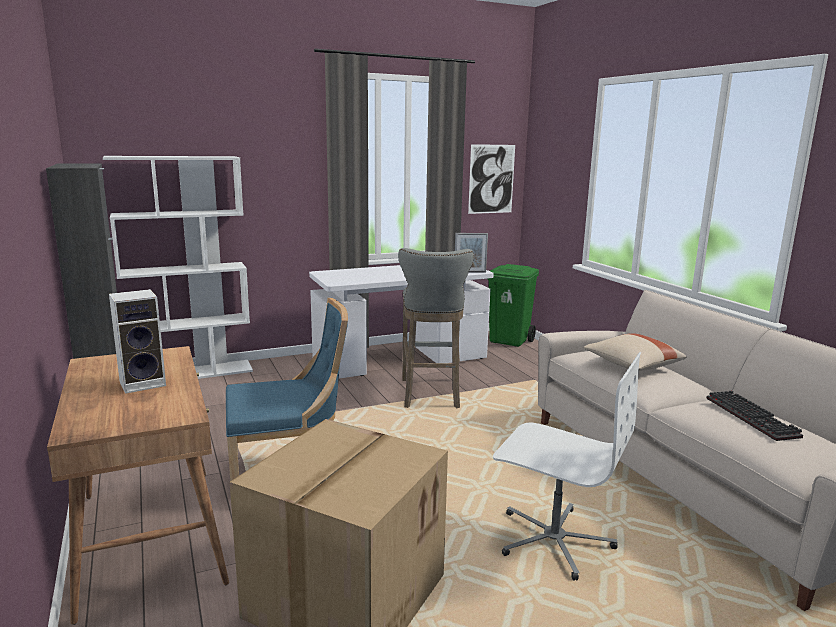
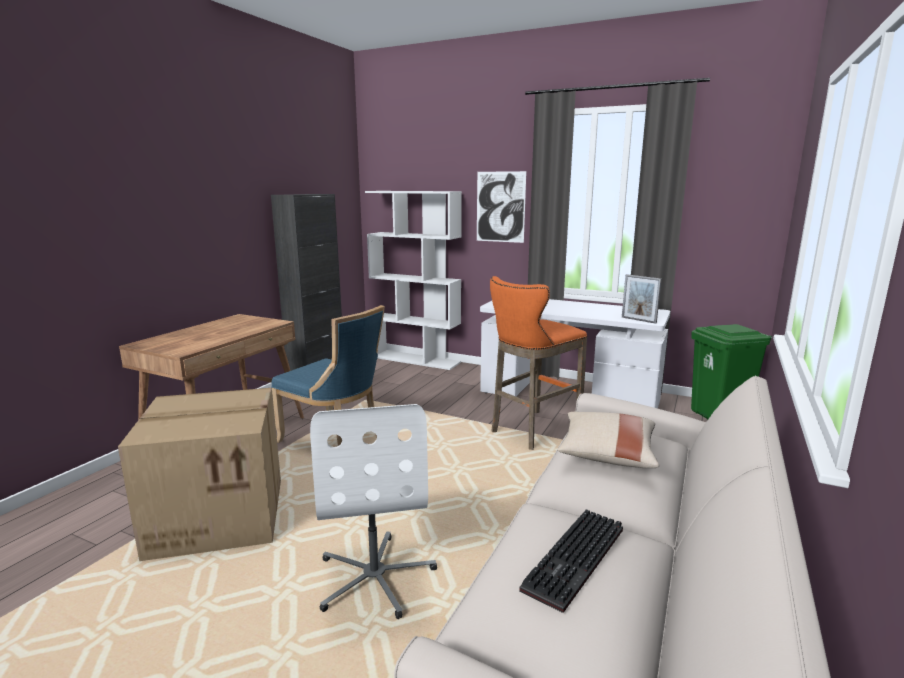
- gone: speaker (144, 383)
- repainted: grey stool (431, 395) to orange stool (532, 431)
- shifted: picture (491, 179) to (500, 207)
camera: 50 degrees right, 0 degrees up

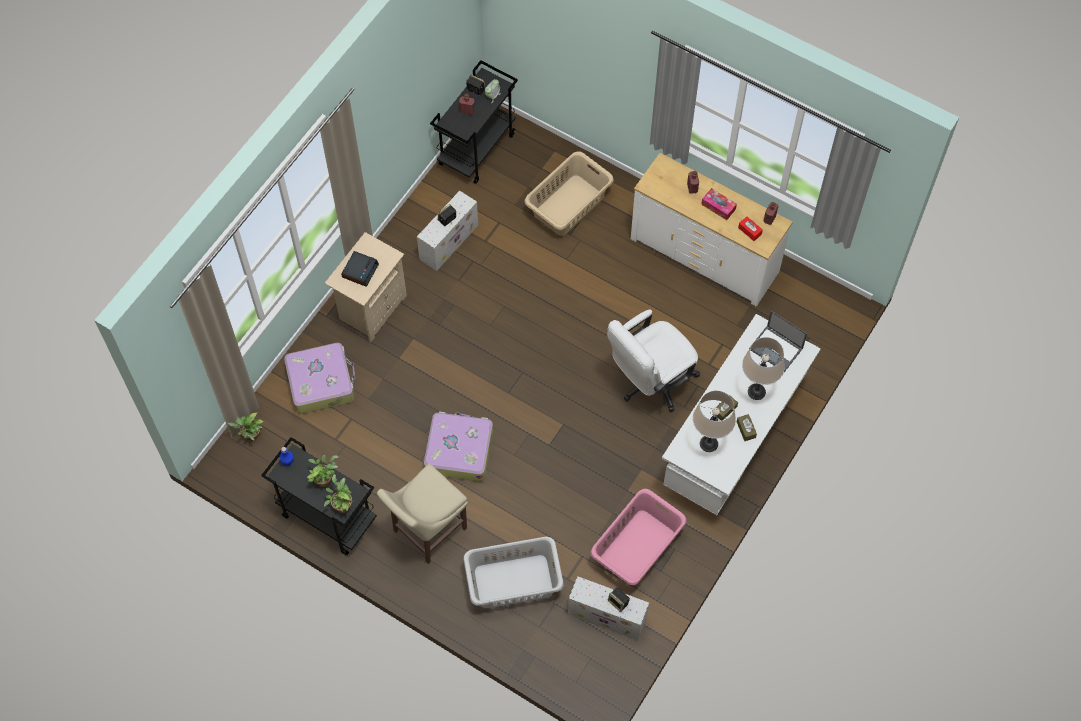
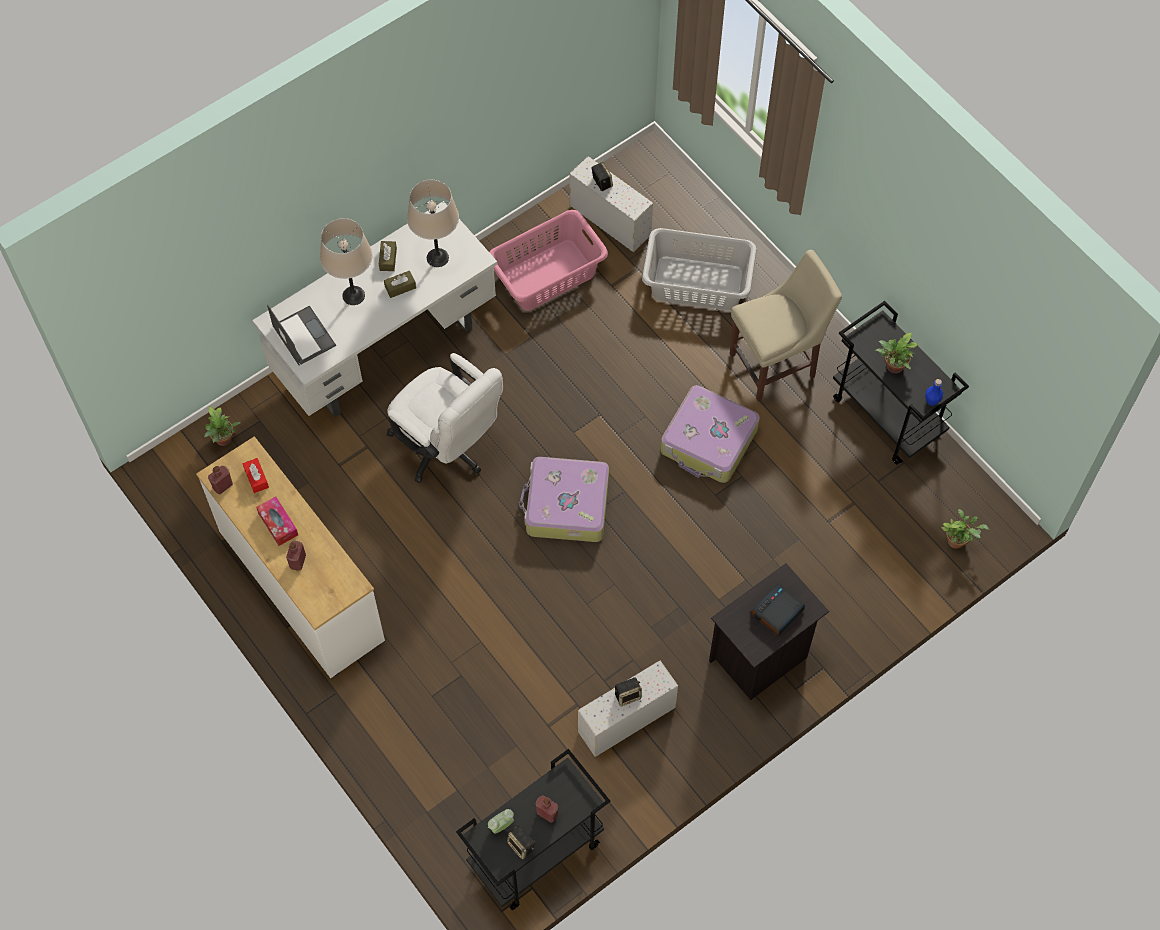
- shifted: suitcase (321, 382) to (566, 506)
- shifted: potted plant (341, 505) to (224, 441)
- repainted: beige nightstand (371, 308) to black nightstand (760, 658)
- gone: beige laundry basket (568, 205)
- rotated: white office chair (650, 382) = (448, 448) 60 degrees clockwise
camera: 160 degrees left, 0 degrees up

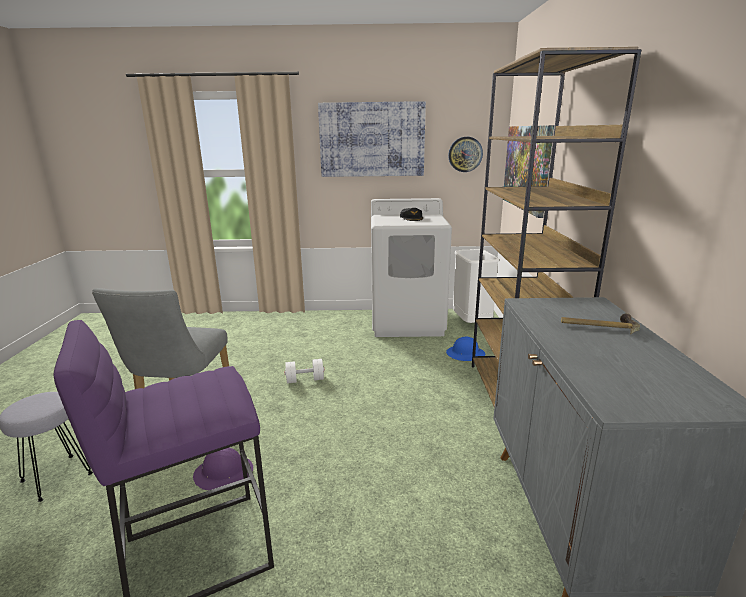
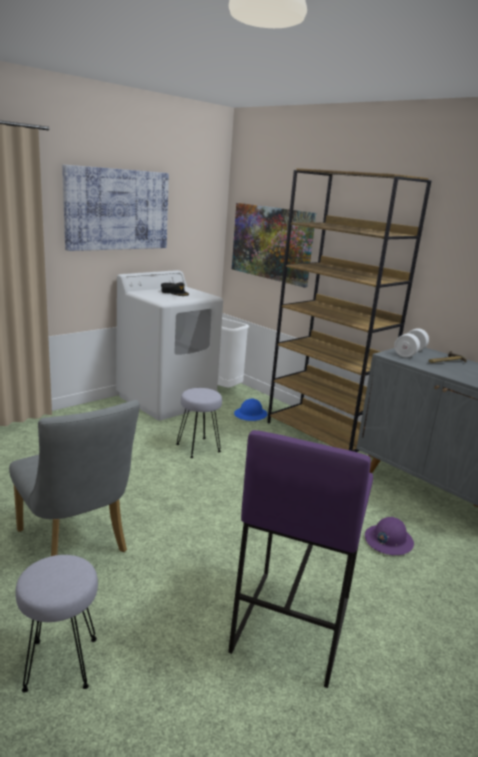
- shifted: purple hard hat (223, 473) to (388, 541)
- shifted: white dumbbell (305, 380) to (409, 353)
- gone: wall clock (465, 154)
- new: grey stool (199, 448)
camera: 45 degrees left, 0 degrees up

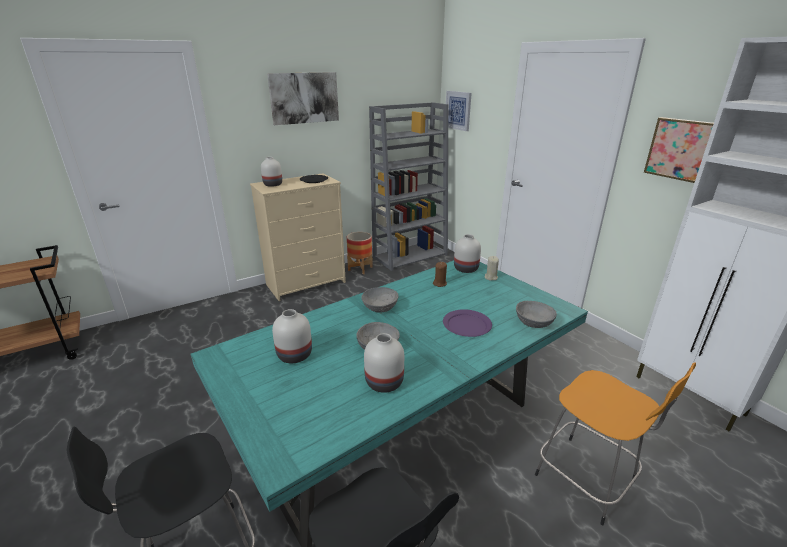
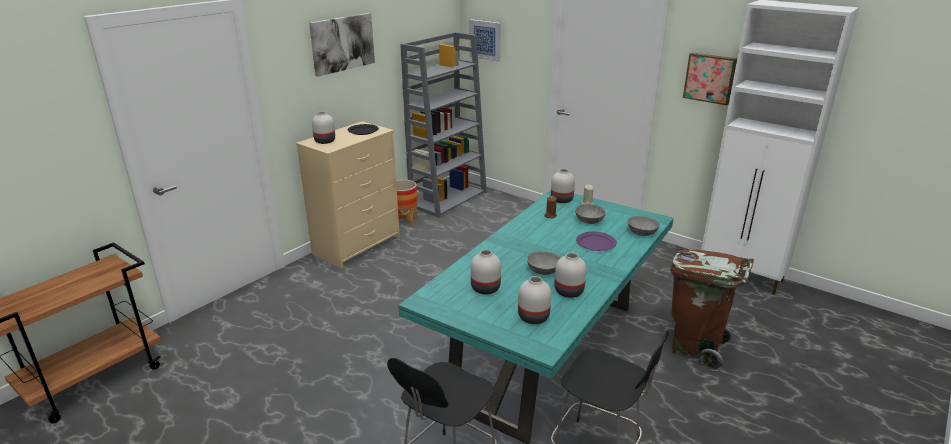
- shifted: grey bowl (380, 307) to (589, 220)
- swapped: orange stool (588, 480) to brown trash can (696, 348)
- new: white vase (534, 317)
camera: 20 degrees left, 0 degrees up

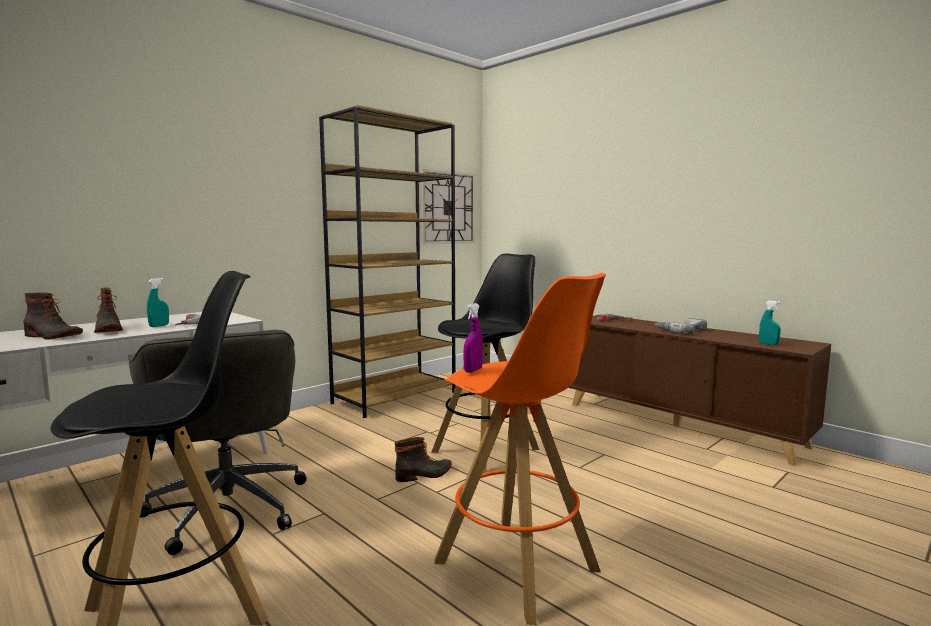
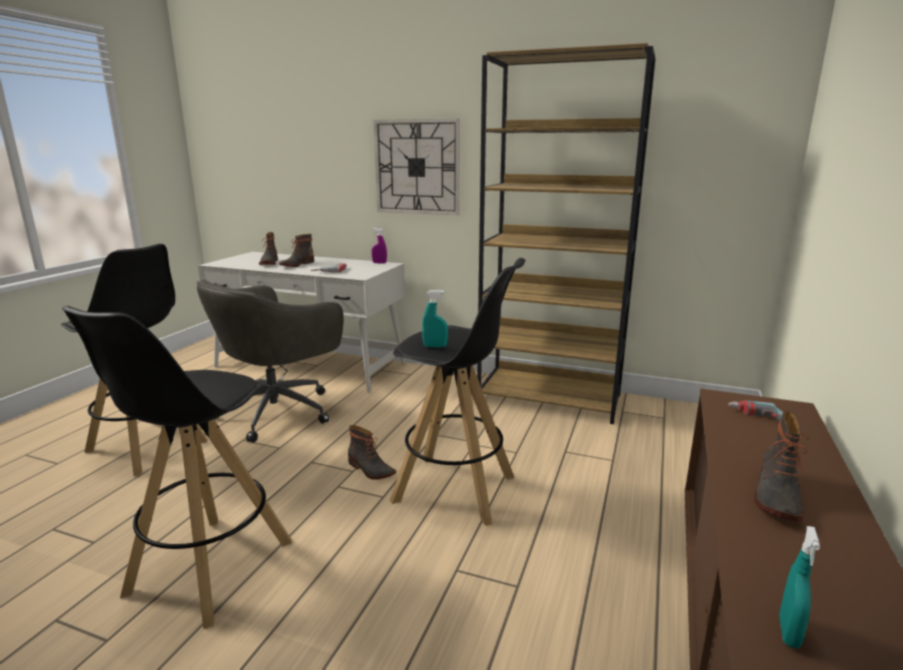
- shifted: turquoise spray bottle (159, 326) to (435, 346)
- shifted: wall clock (448, 208) to (417, 167)
- repainted: orange stool (518, 567) to black stool (209, 568)
- shifted: purple spray bottle (473, 370) to (379, 263)
- swapped: power drill (680, 330) to boot (775, 495)
camera: 65 degrees right, 10 degrees up

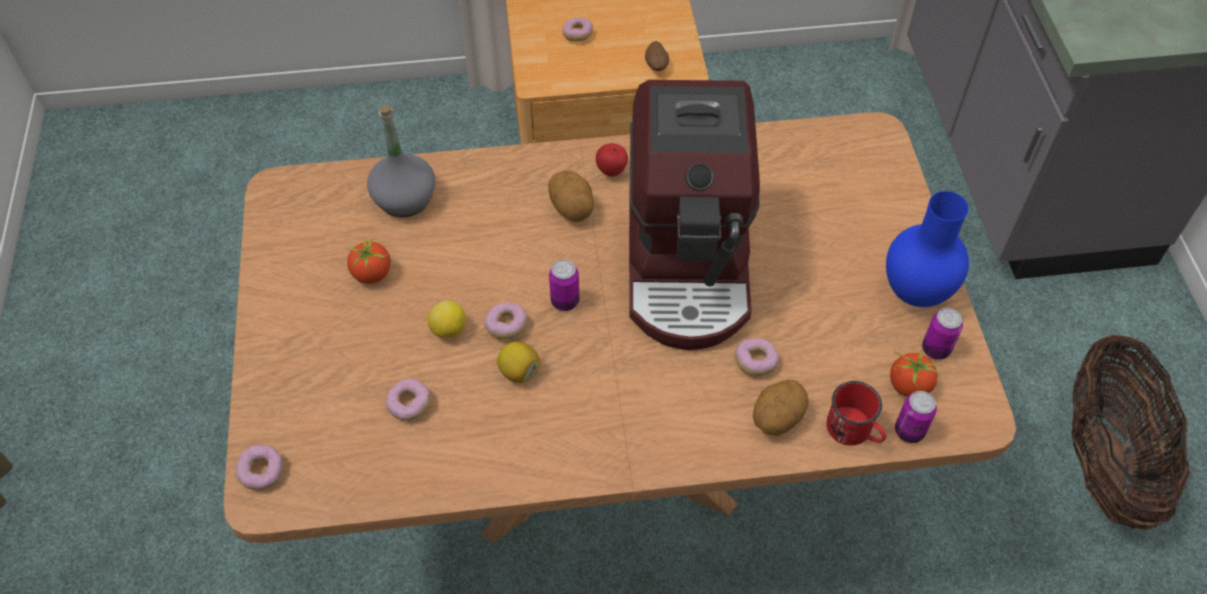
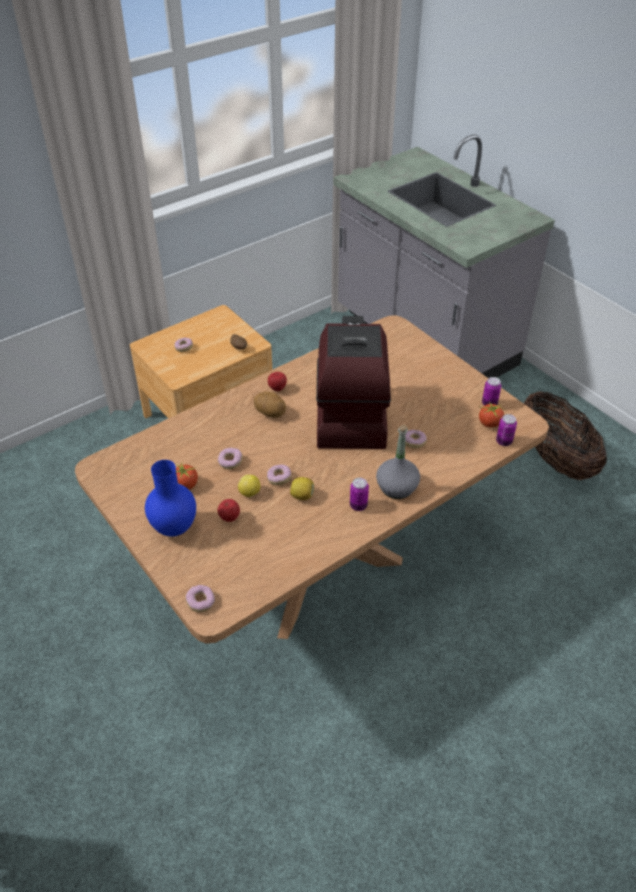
- shifted: grey bottle (404, 198) to (397, 487)
- shifted: donut (409, 405) to (230, 462)
- shifted: can (565, 301) to (358, 506)
- rotated: coffee machine (689, 264) = (349, 414) 150 degrees counterclockwise
- gone: potato (777, 418)
- gone: red mug (854, 431)
- shifted: blue vase (914, 291) to (173, 528)
- new: apple (229, 518)
camera: 30 degrees left, 10 degrees down

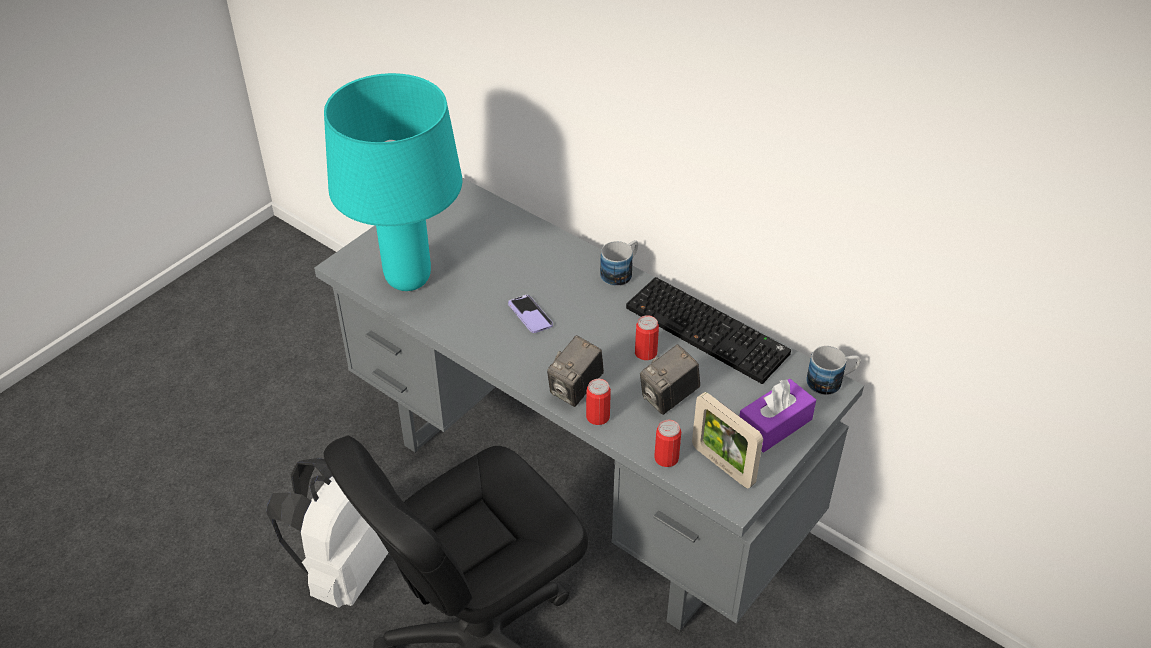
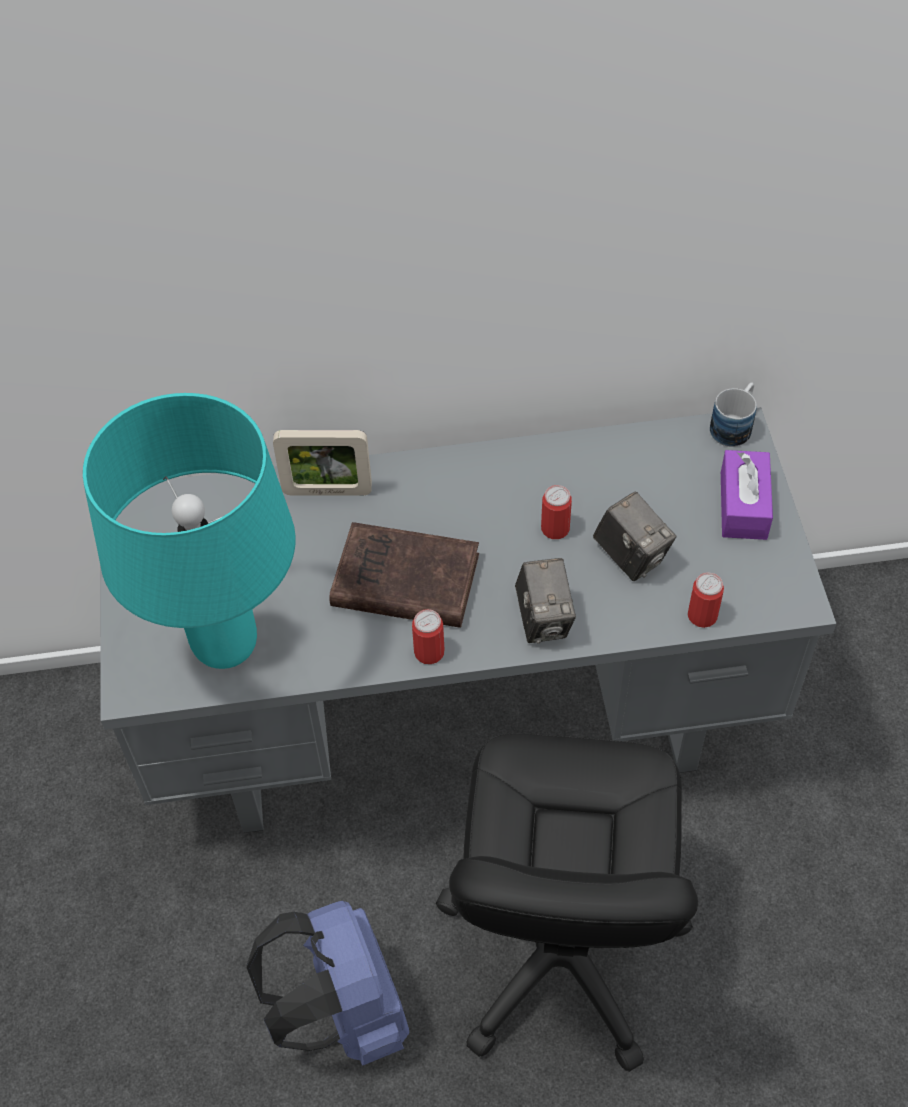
- repainted: white backpack (342, 570) to blue backpack (343, 1012)
- swapped: phone (530, 315) to brown book (401, 580)
- shifted: can (598, 417) to (429, 652)
- gone: mug (621, 272)
- gone: keyboard (709, 330)
- rotated: photo camera (669, 398) = (631, 556) 45 degrees counterclockwise
- shifted: picture frame (722, 465) to (327, 491)
camera: 45 degrees left, 10 degrees up

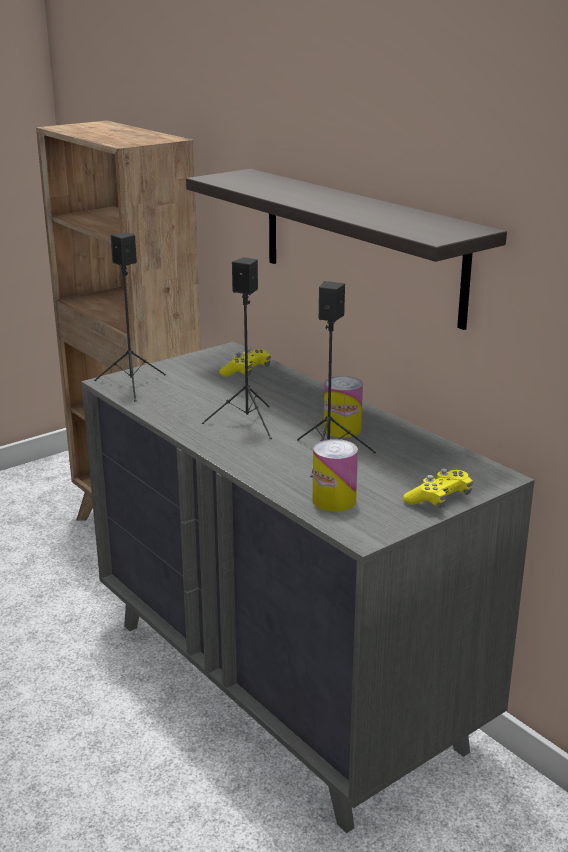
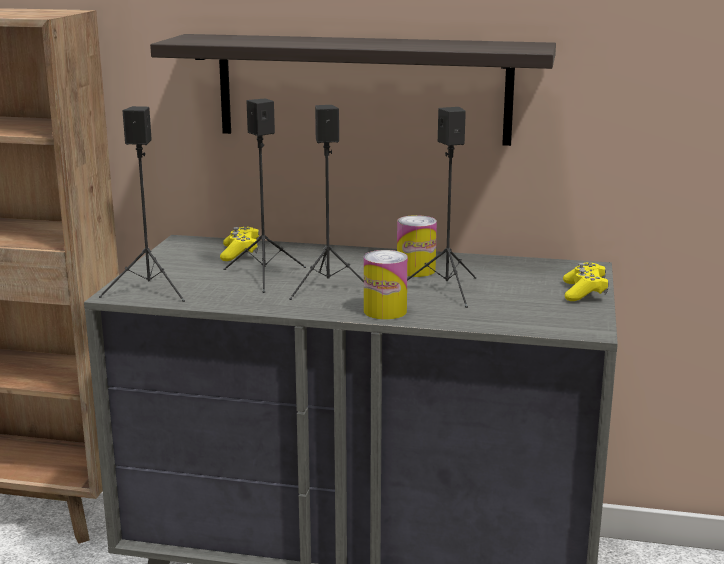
- shifted: can (334, 501) to (385, 311)
- new: black speaker (265, 276)
camera: 40 degrees left, 5 degrees down

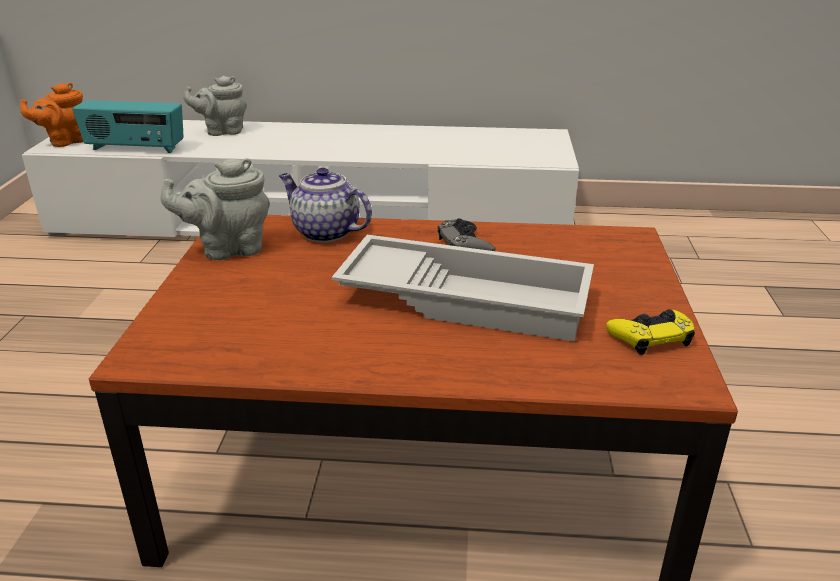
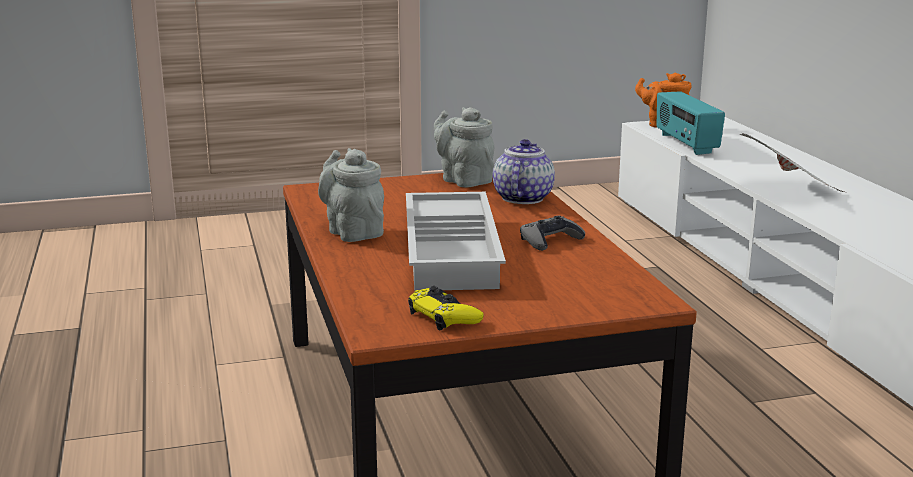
- shifted: grey teapot (222, 131) to (353, 231)
- new: newspaper (789, 190)
camera: 70 degrees right, 10 degrees down

